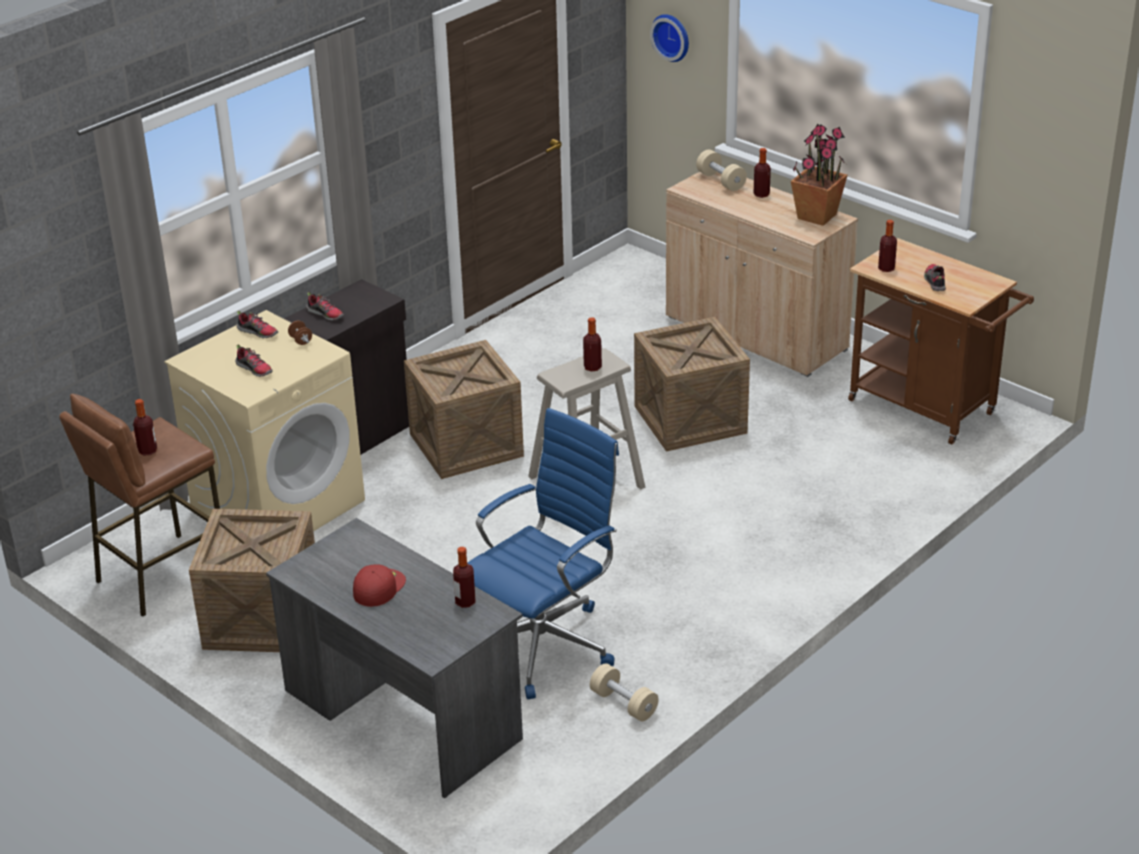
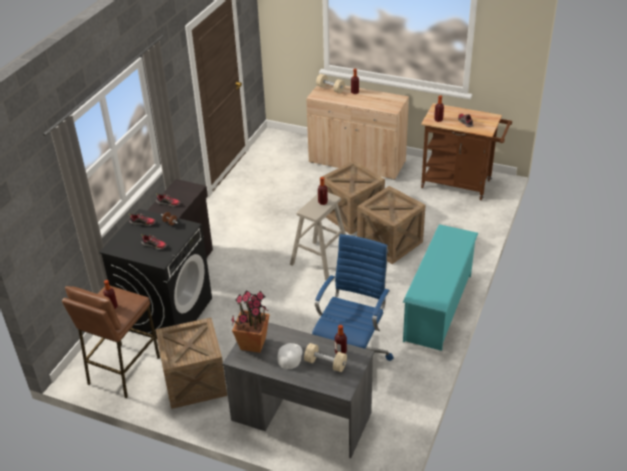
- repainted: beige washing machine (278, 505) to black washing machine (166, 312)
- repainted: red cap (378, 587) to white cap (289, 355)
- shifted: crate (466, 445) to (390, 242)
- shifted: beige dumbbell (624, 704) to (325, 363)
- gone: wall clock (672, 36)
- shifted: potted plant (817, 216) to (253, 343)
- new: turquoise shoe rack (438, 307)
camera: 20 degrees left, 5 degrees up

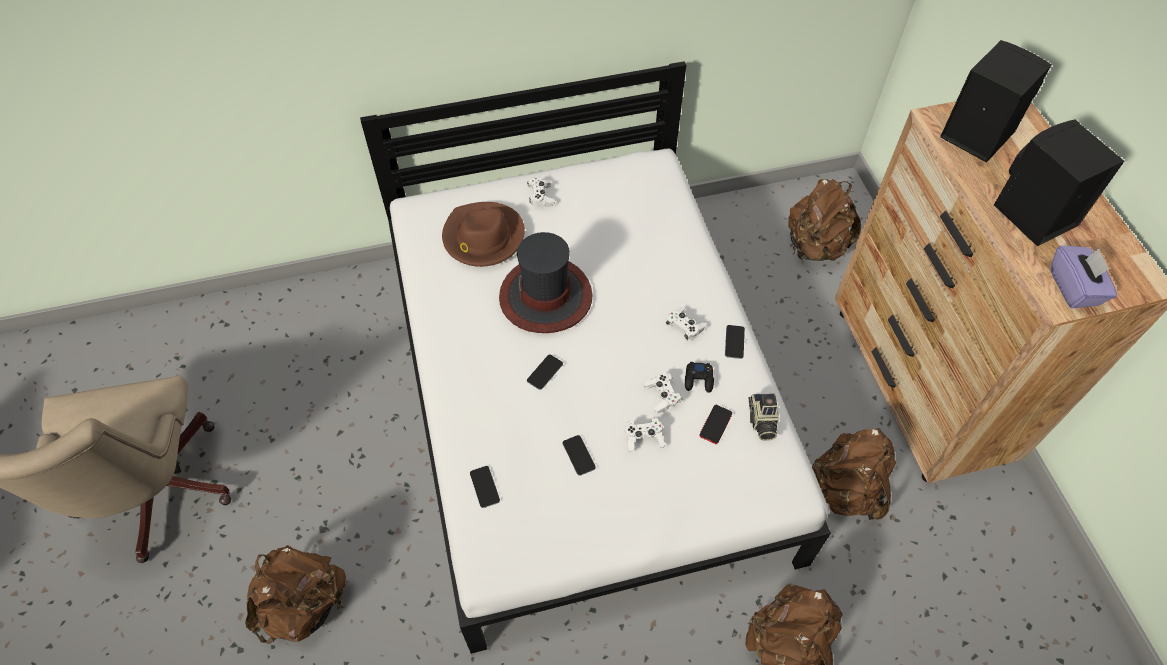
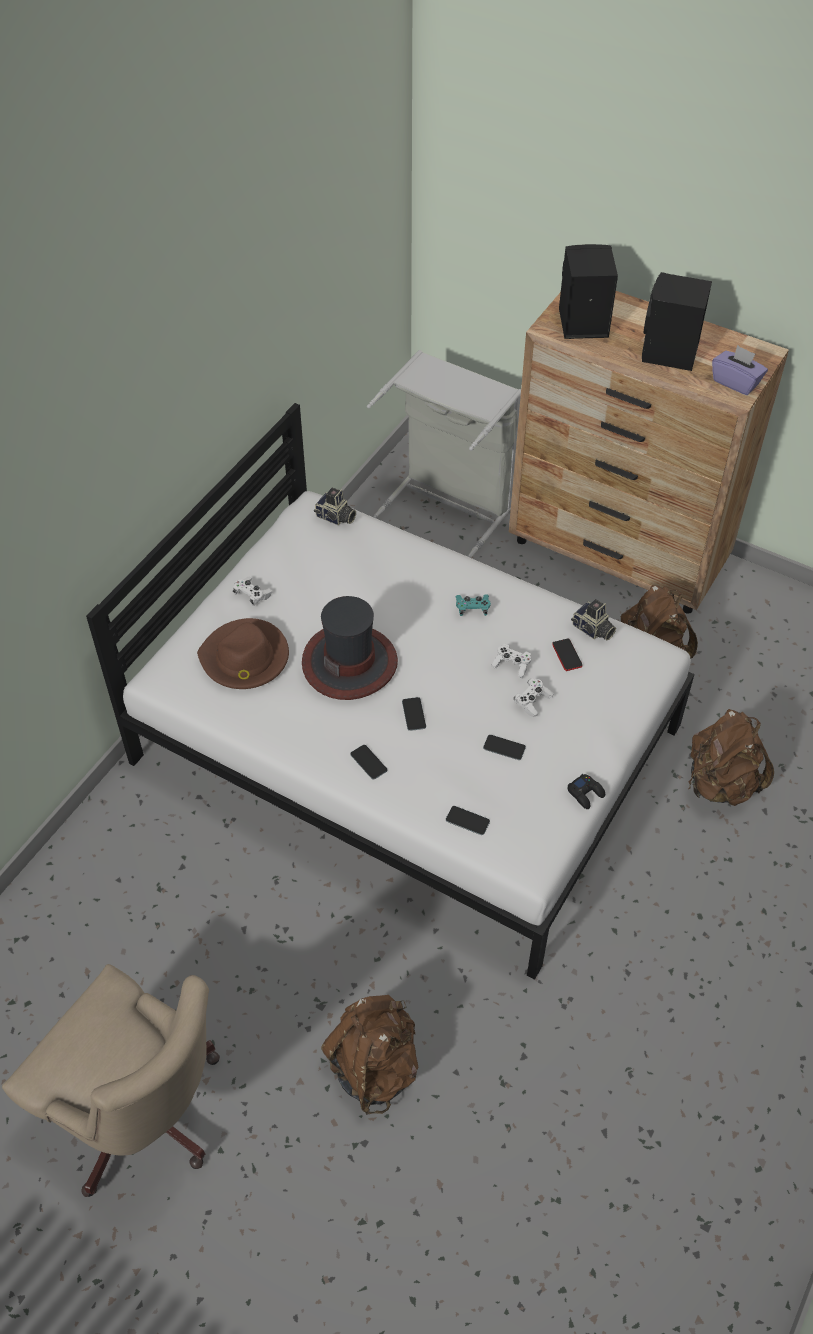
- repainted: white game controller (684, 327) to turquoise game controller (472, 608)
- shifted: black game controller (699, 379) to (586, 793)
- shifted: phone (734, 342) to (368, 762)
- swapped: brown backpack (815, 246) to grey laundry basket (449, 506)
- new: photo camera (335, 517)
camera: 45 degrees left, 5 degrees down

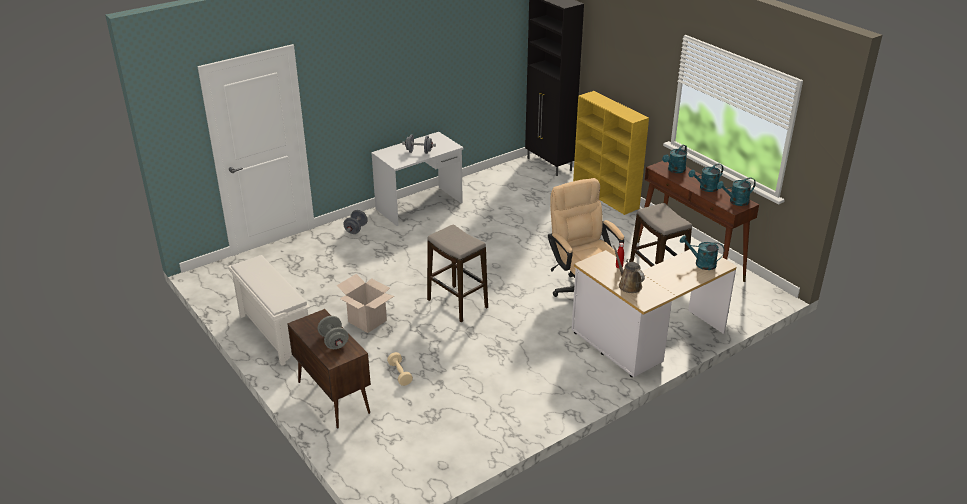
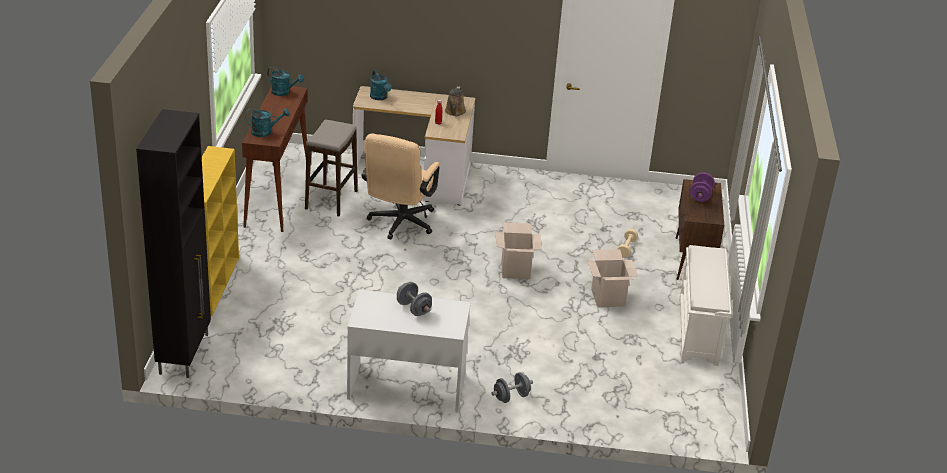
- repainted: grey dumbbell (334, 342) to purple dumbbell (700, 196)
- swapped: stool (457, 304) to cardboard box (515, 270)
- gone: turquoise watering can (705, 188)
camera: 140 degrees left, 0 degrees up

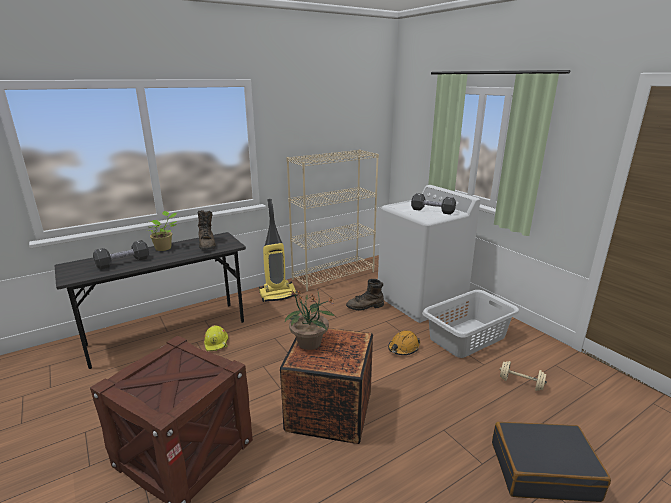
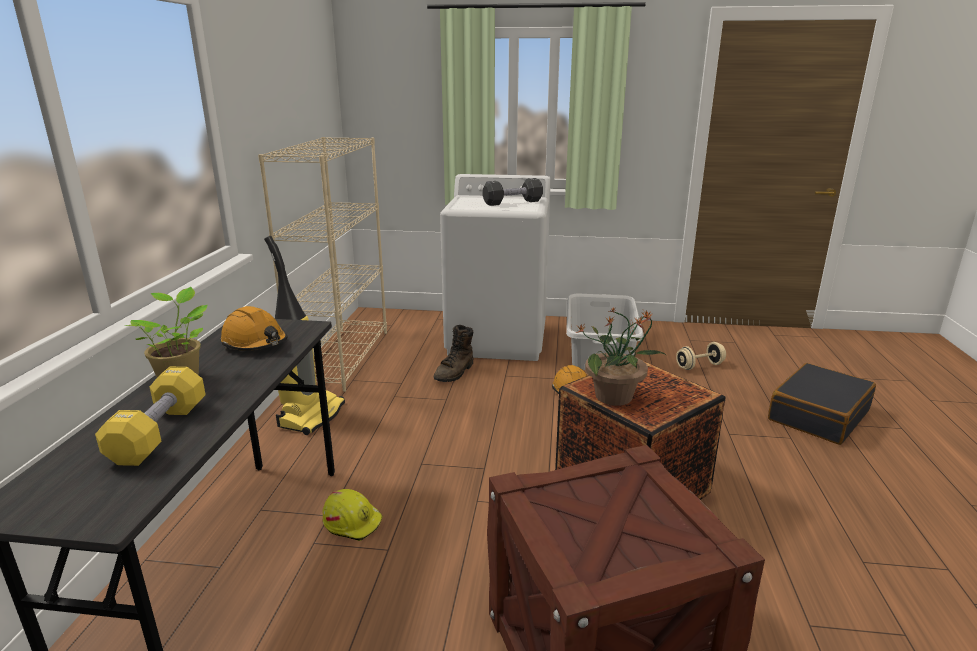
- repainted: black dumbbell (123, 262) to yellow dumbbell (159, 433)
- swapped: brown boot (207, 244) to orange hard hat (255, 343)
camera: 50 degrees left, 0 degrees up

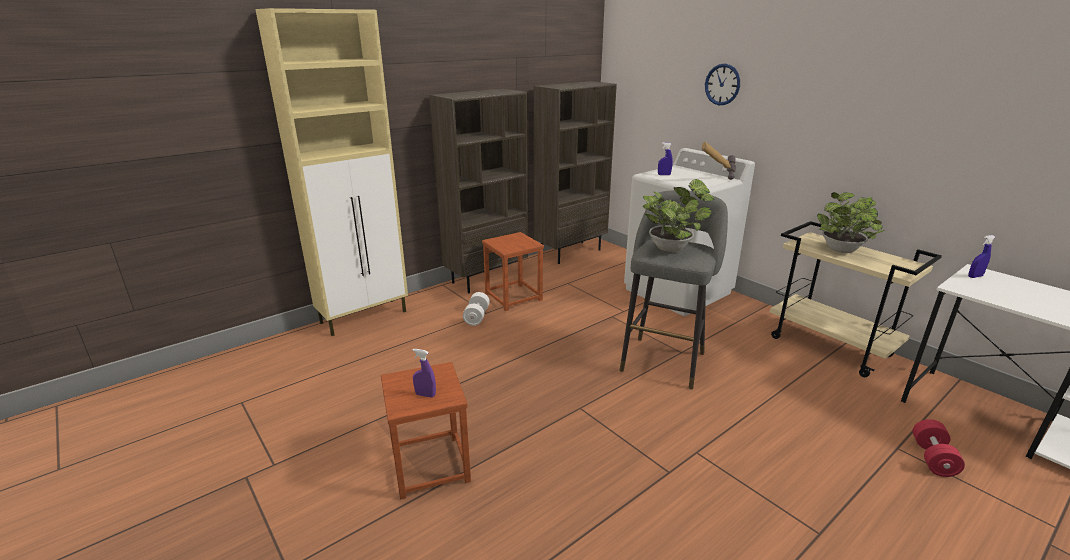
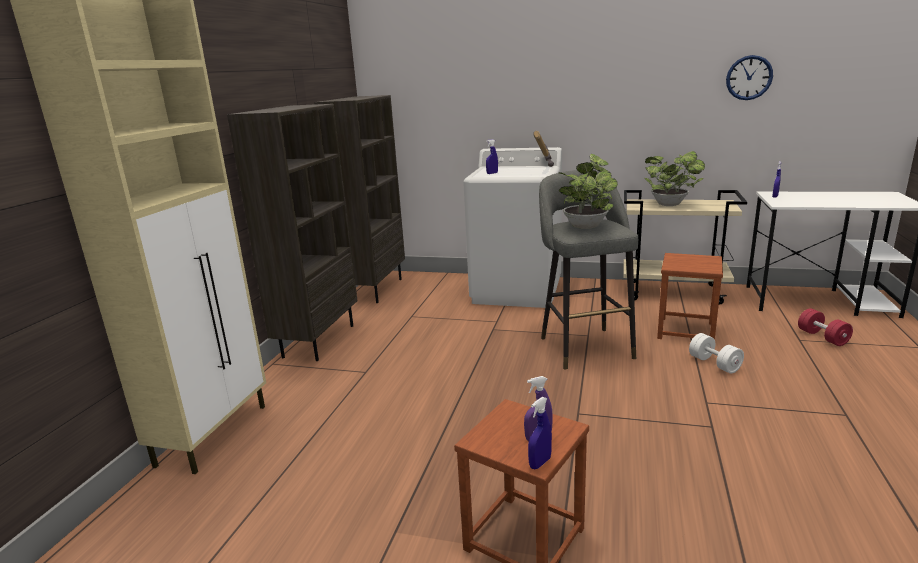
- shifted: white dumbbell (476, 317) to (714, 364)
- shifted: brown stool (513, 297) to (686, 331)
- shifted: wall clock (722, 84) to (749, 77)
- new: blue spray bottle (540, 463)
camera: 35 degrees left, 5 degrees down

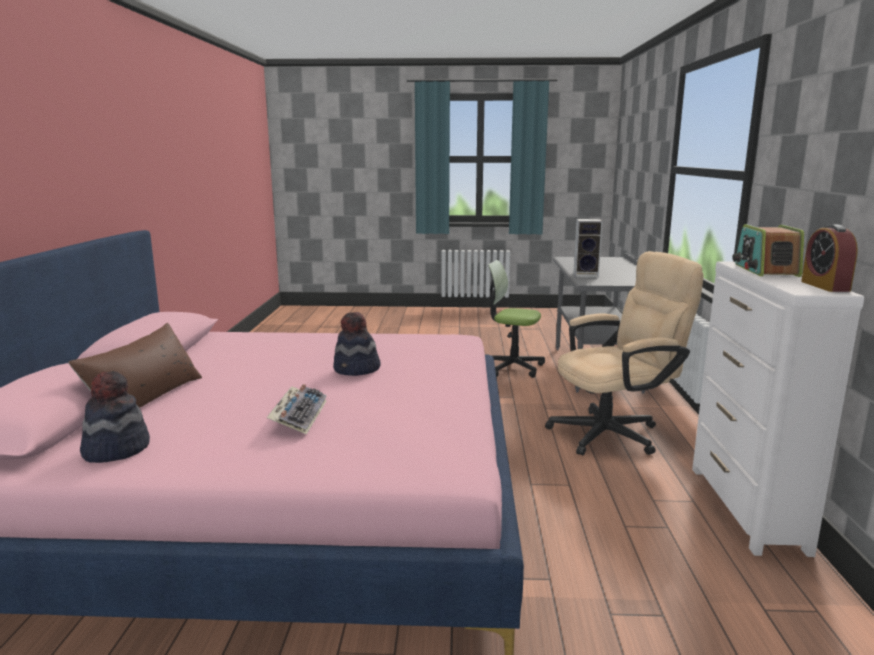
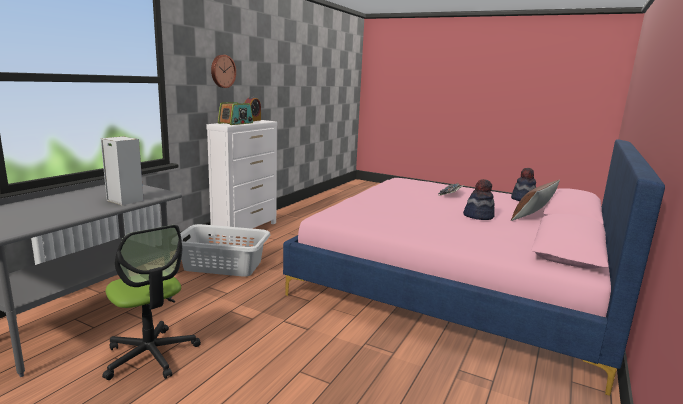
- shifted: hat (357, 370) to (478, 216)
- swapped: beige office chair (615, 433) to grey laundry basket (223, 265)
- new: wall clock (222, 71)
camera: 155 degrees left, 0 degrees up

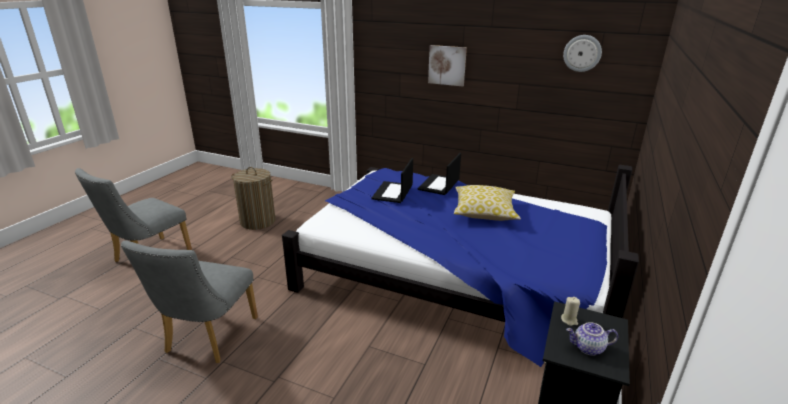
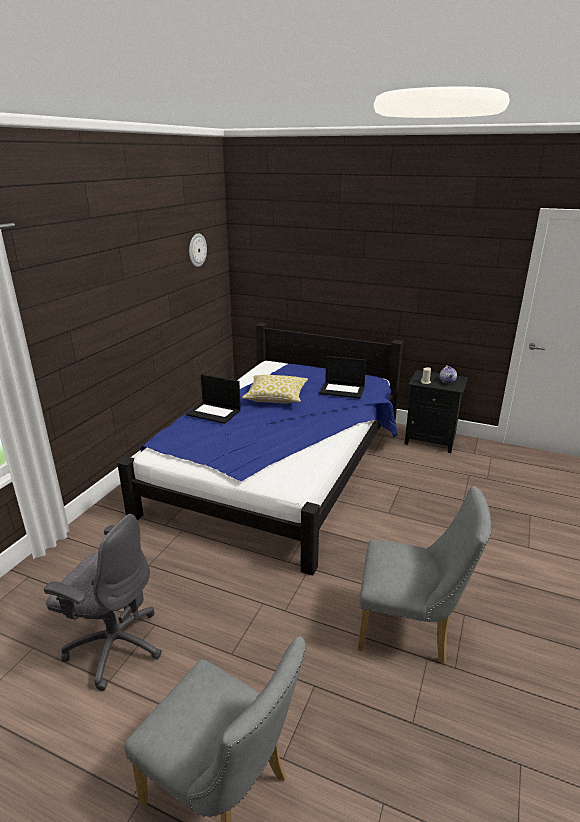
- swapped: laundry basket (257, 221) to grey office chair (114, 645)
- shifted: laptop (393, 192) to (342, 390)
- gone: picture (447, 65)
camera: 90 degrees left, 0 degrees up

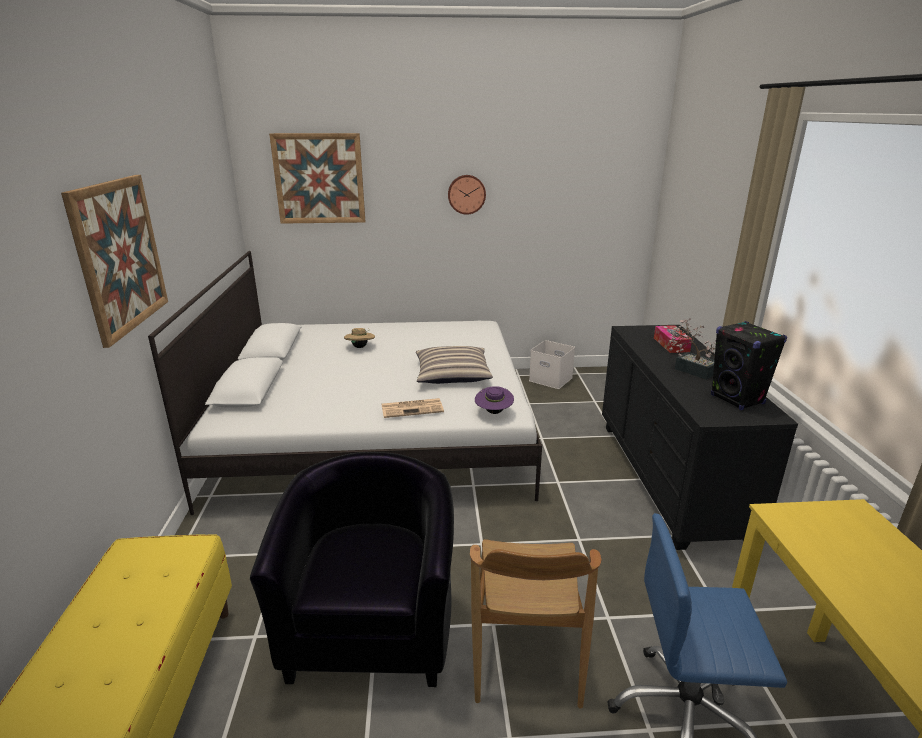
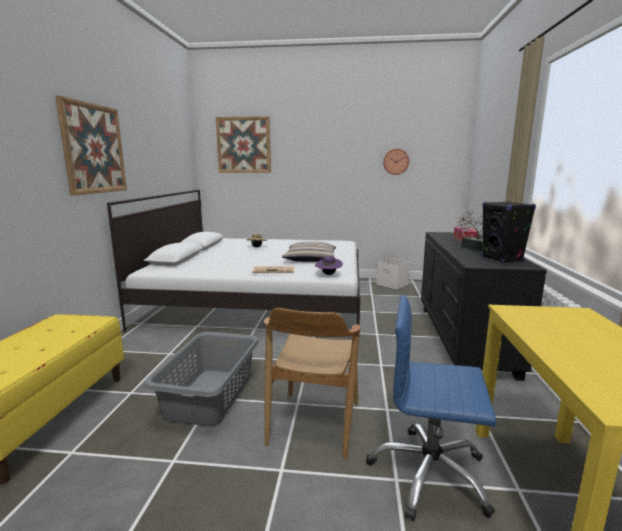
- swapped: black armchair (372, 626) to grey laundry basket (211, 395)
- shifted: wall clock (466, 194) to (395, 161)
camera: 10 degrees right, 10 degrees down

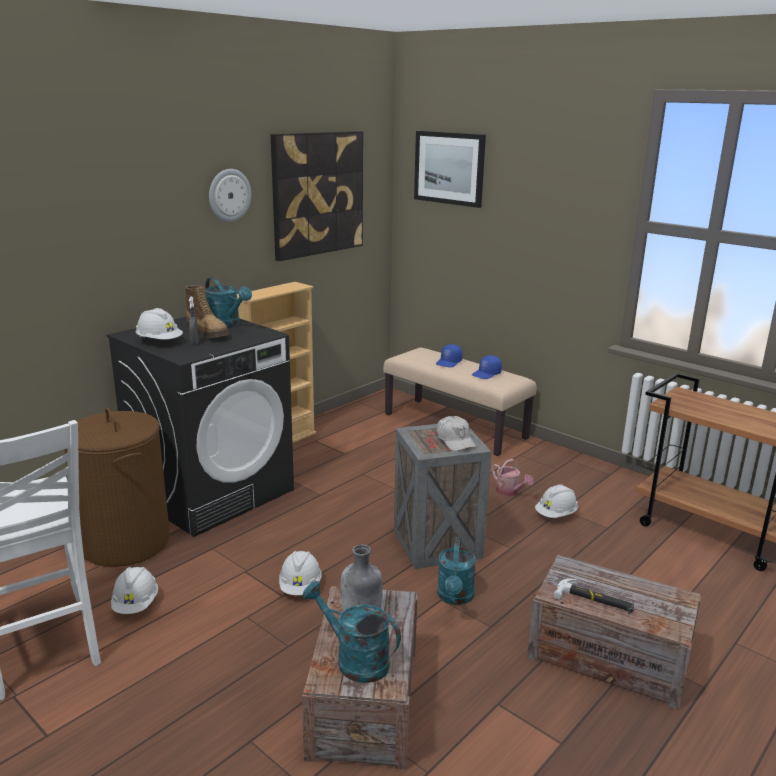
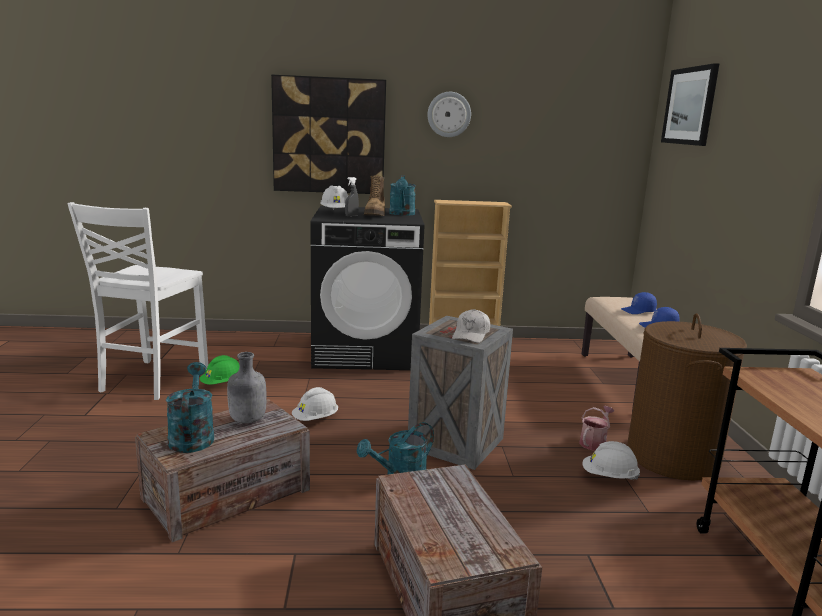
- shifted: brown laundry basket (126, 542) to (673, 457)
- repainted: white hard hat (136, 604) to green hard hat (222, 384)
- shifted: picture (317, 194) to (329, 136)
- rotated: watering can (509, 492) = (594, 442) 150 degrees counterclockwise
- gone: hammer (594, 600)
camera: 45 degrees right, 5 degrees down

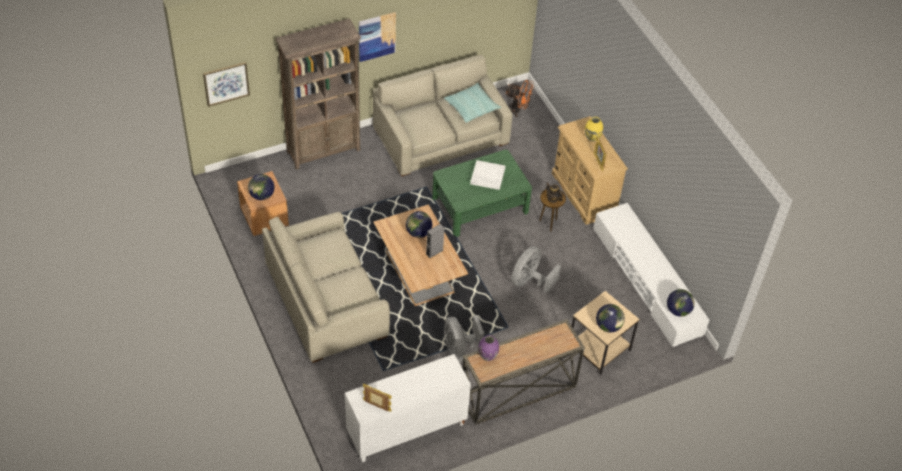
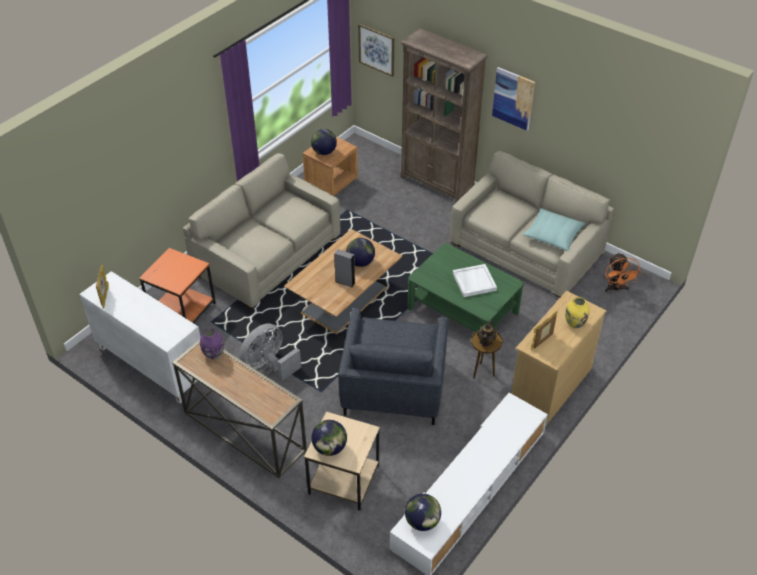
- swapped: grey fan (530, 281) to grey armchair (393, 386)
- new: orange side table (182, 309)
camera: 65 degrees right, 5 degrees down

